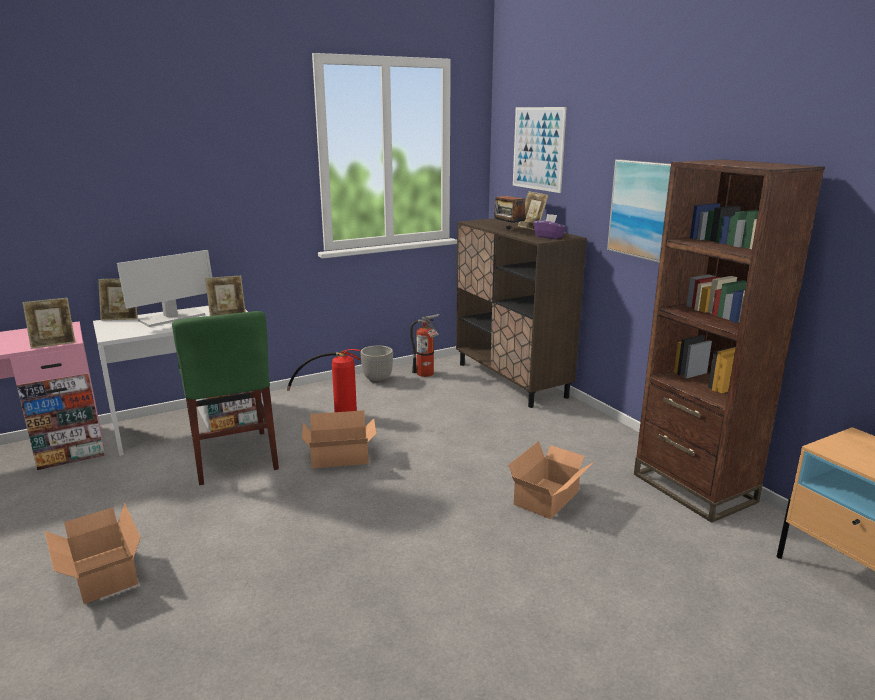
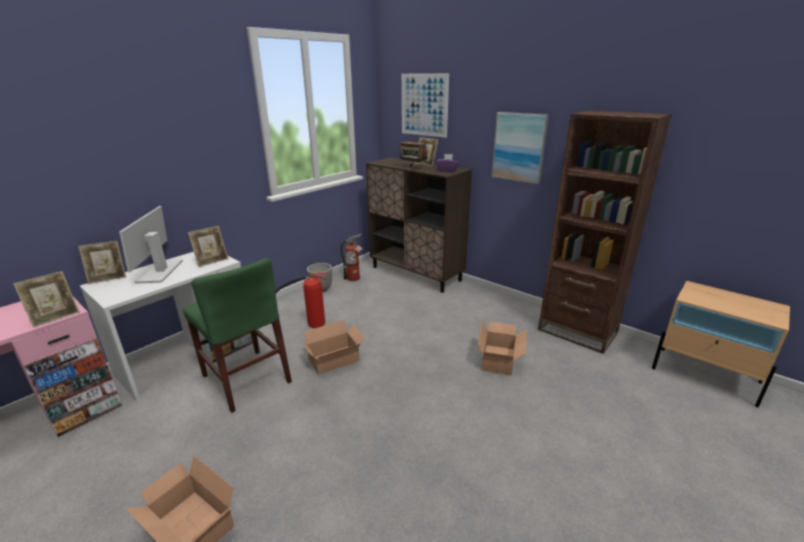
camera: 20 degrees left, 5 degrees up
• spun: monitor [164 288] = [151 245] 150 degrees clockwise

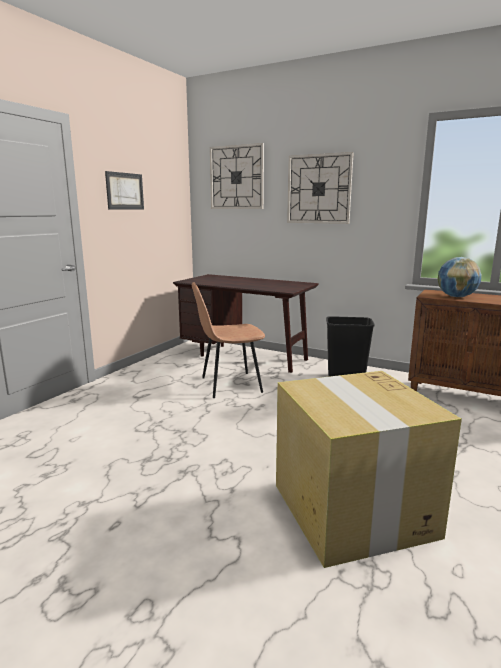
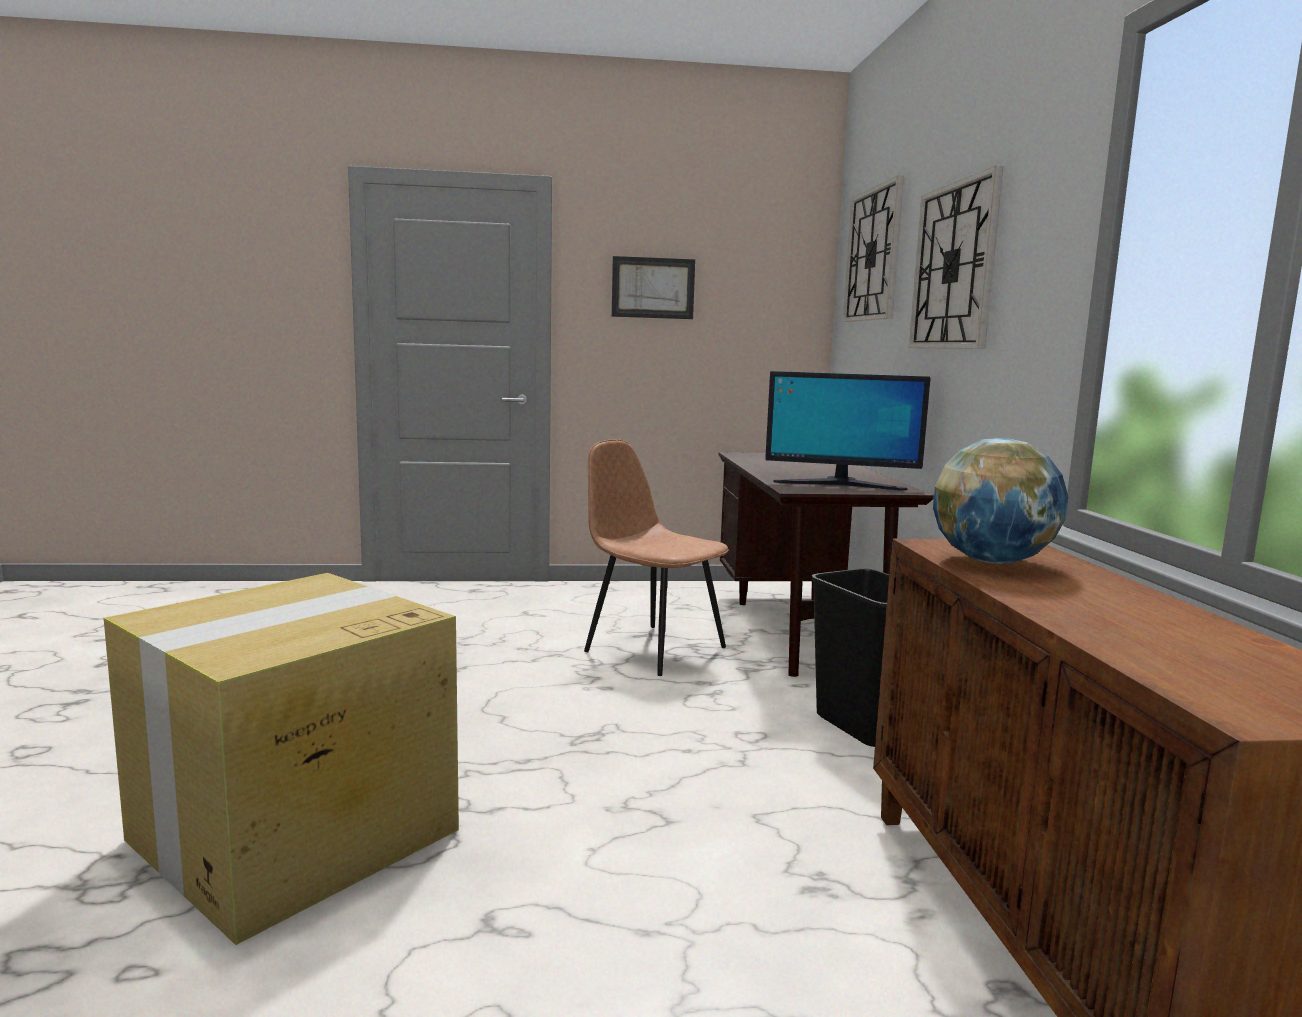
camera: 55 degrees right, 5 degrees down
• appeared: monitor [848 431]

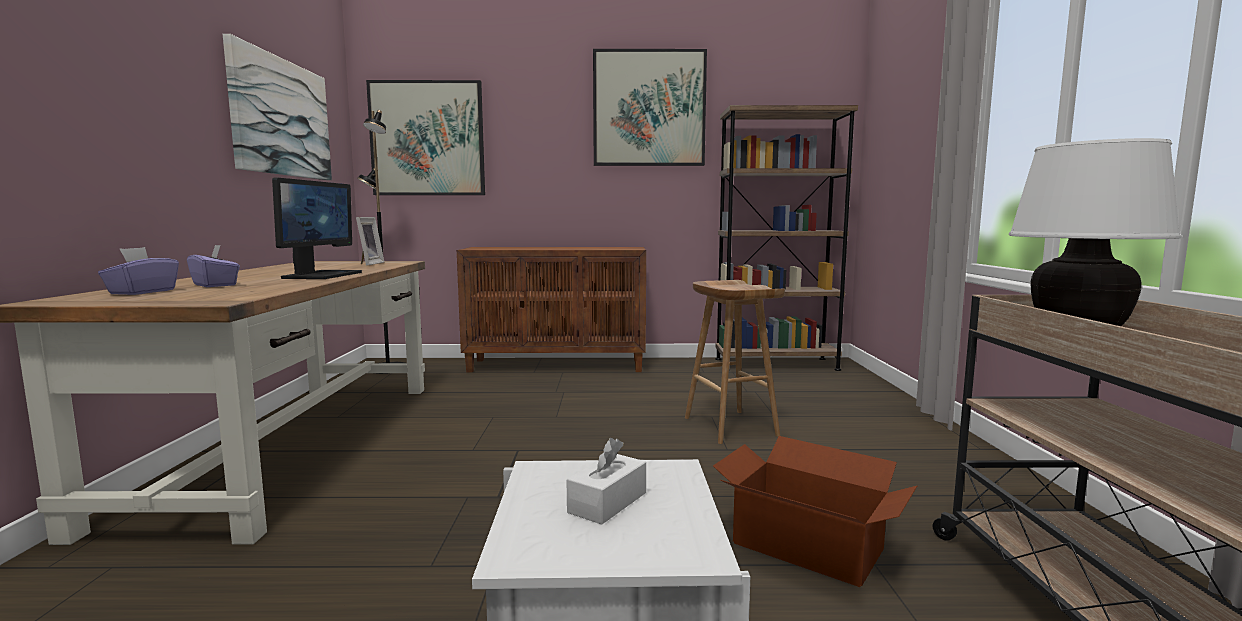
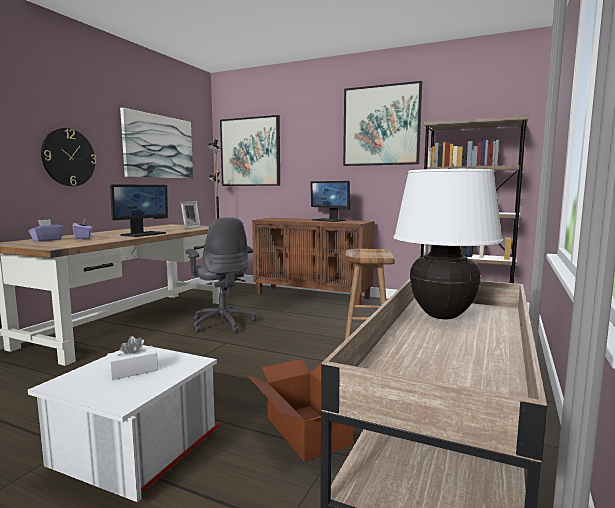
camera: 25 degrees right, 0 degrees up
• appeared: wall clock [68 157]
• appeared: grey office chair [221 275]
• appeared: monitor [330 201]

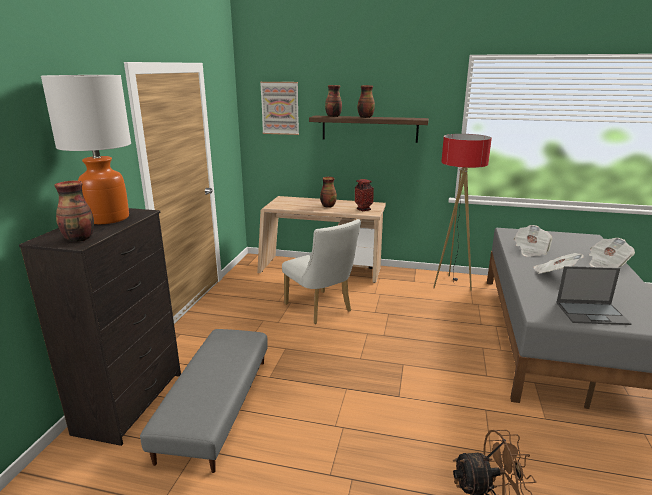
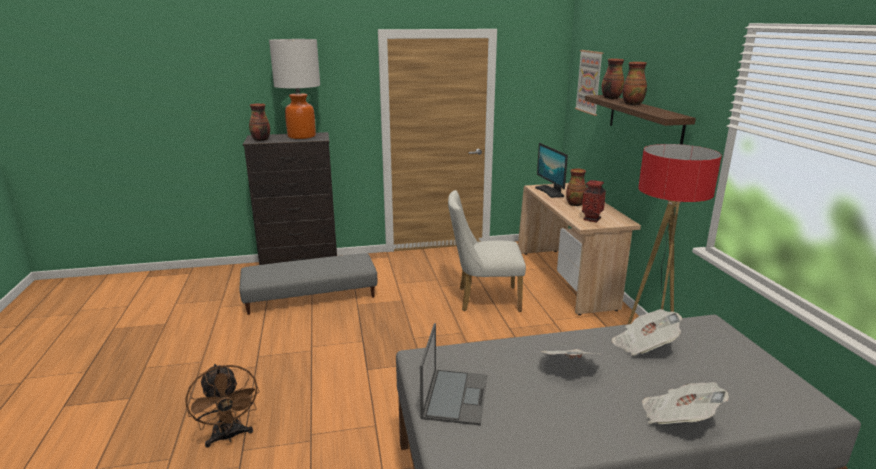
camera: 65 degrees right, 0 degrees up
• appeared: monitor [551 170]
• spun: white chair [321 271] = [487 251] 60 degrees clockwise
• spun: laptop [594 295] = [453 374] 150 degrees counterclockwise

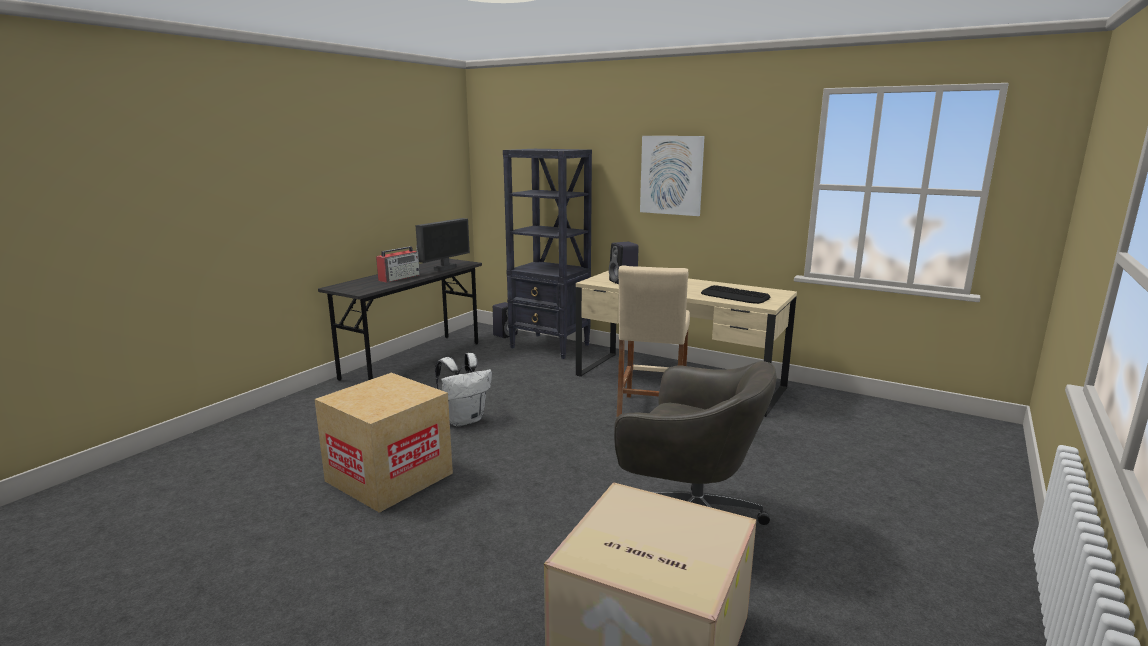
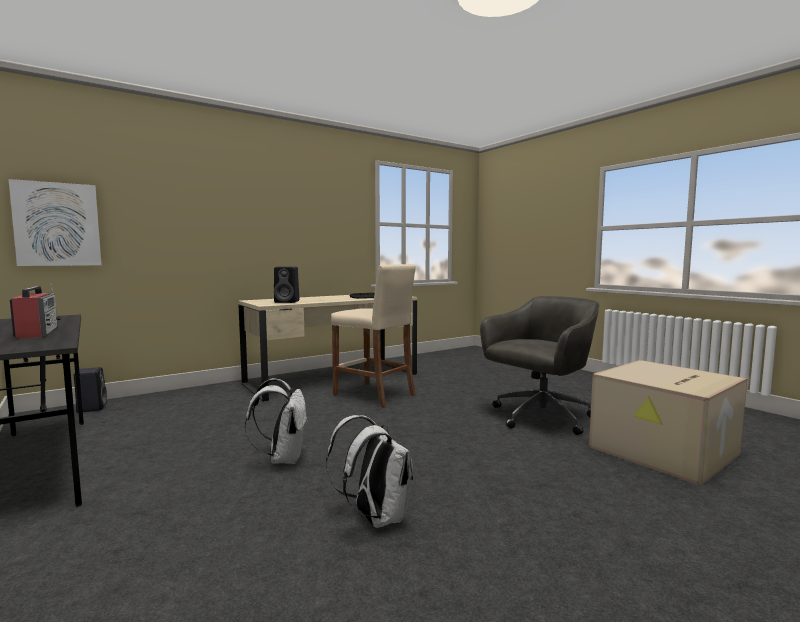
camera: 65 degrees left, 10 degrees down
• missing: monitor [442 244]
• missing: black bookcase [547 254]
• relocated: picture [672 176] to [54 222]
• exchanged: cardboard box [383 443] to white backpack [369 471]

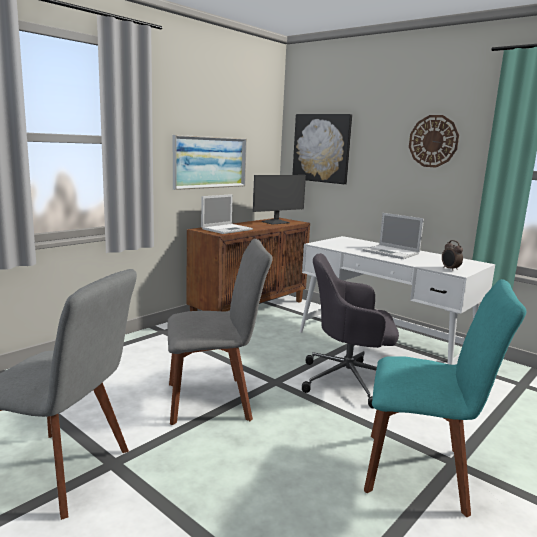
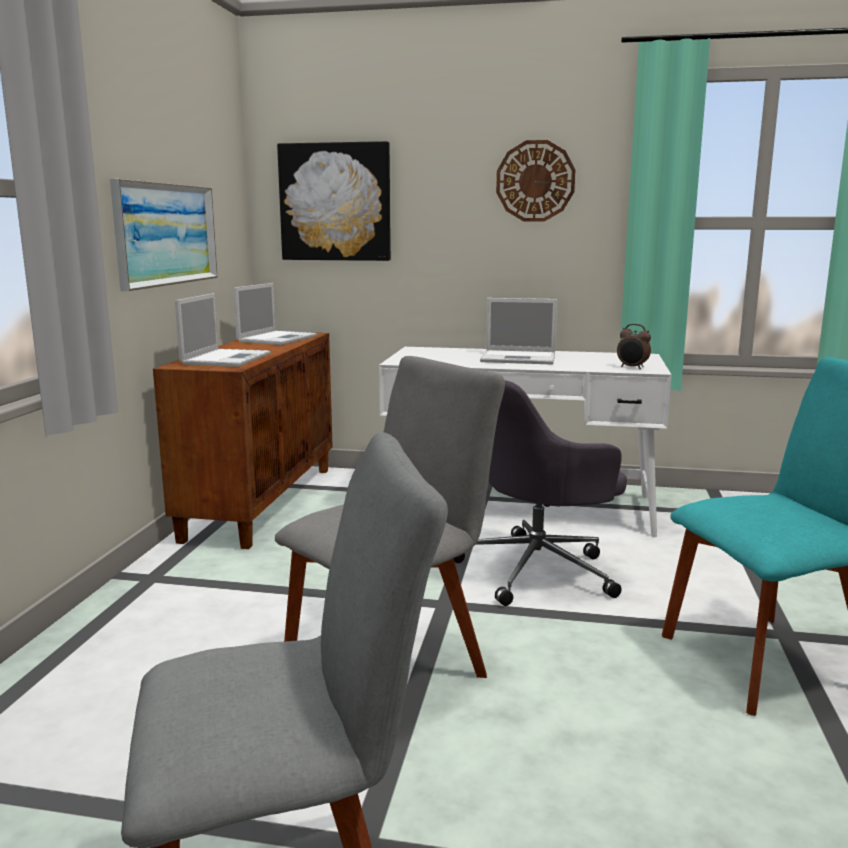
camera: 30 degrees left, 0 degrees up
• exchanged: monitor [279 200] to laptop [275 314]

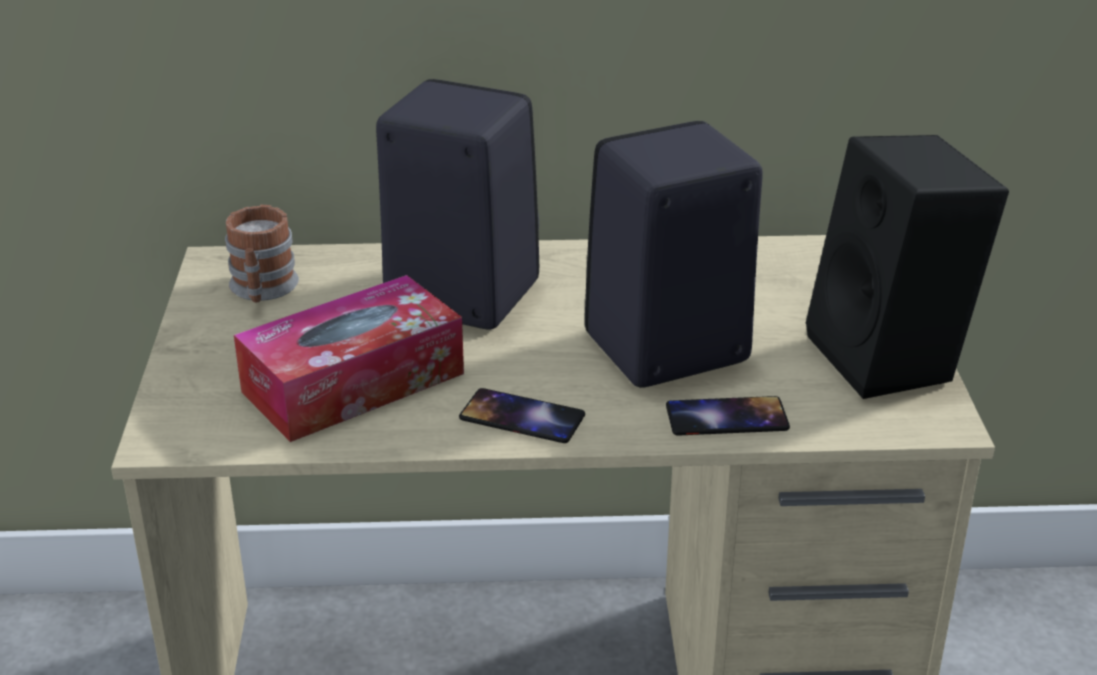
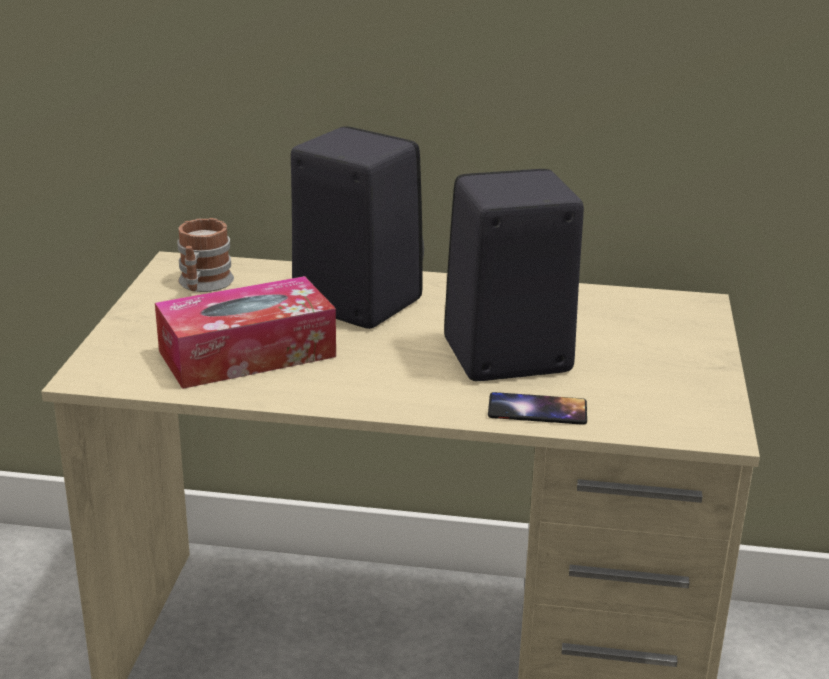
camera: 10 degrees right, 5 degrees down
• missing: phone [522 415]
• missing: black speaker [907 267]

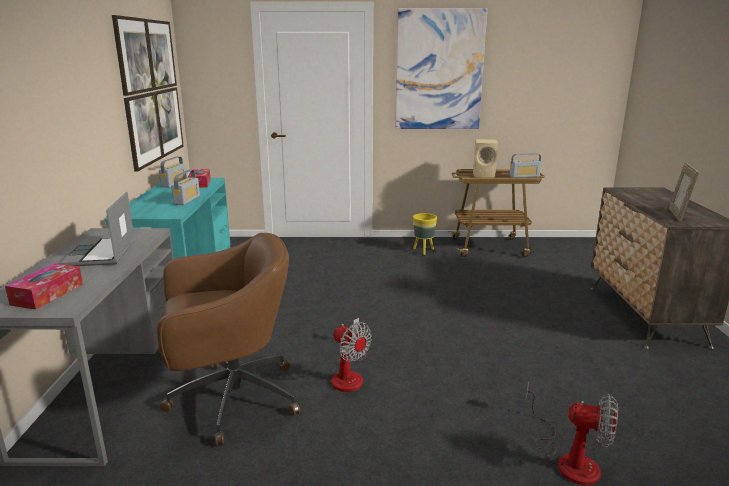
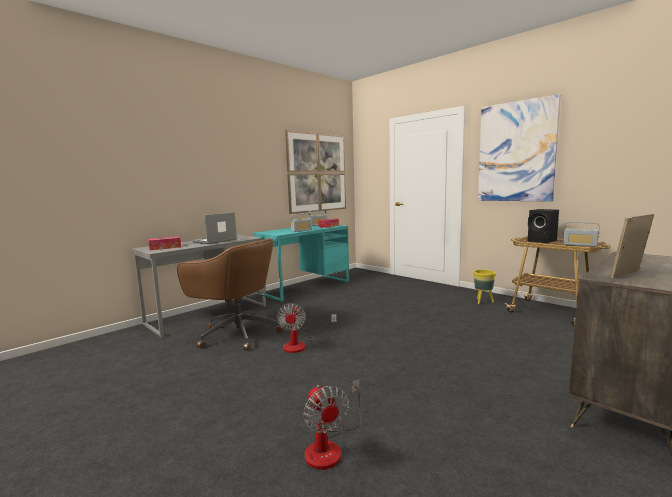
camera: 45 degrees right, 10 degrees down
• colour: beige speaker [485 158] to black speaker [543 226]

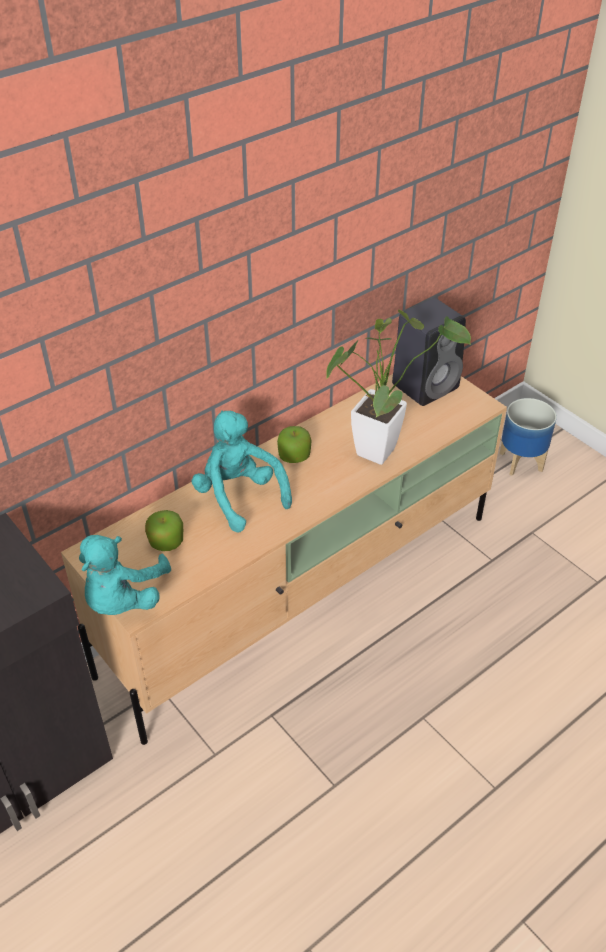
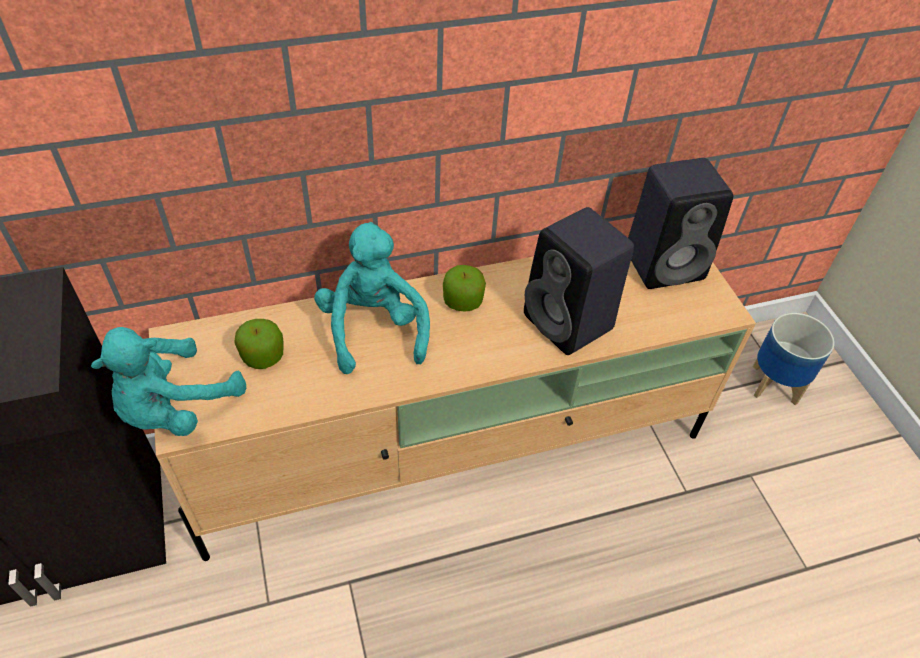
camera: 20 degrees right, 5 degrees up
• exchanged: potted plant [398 387] to black speaker [579 281]

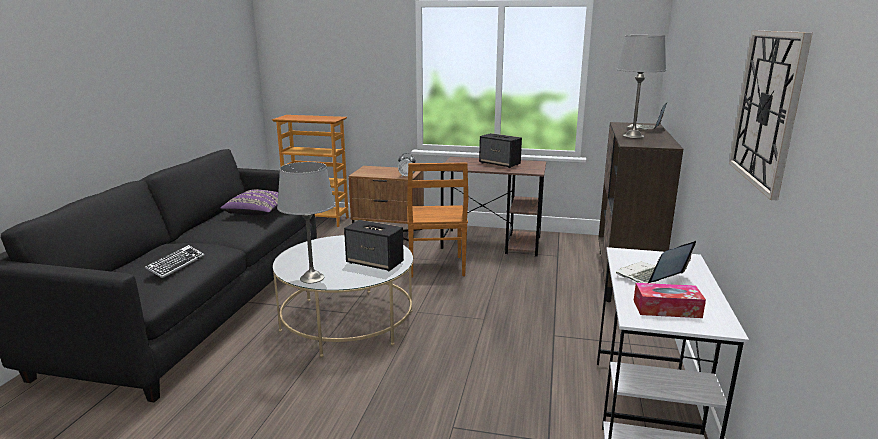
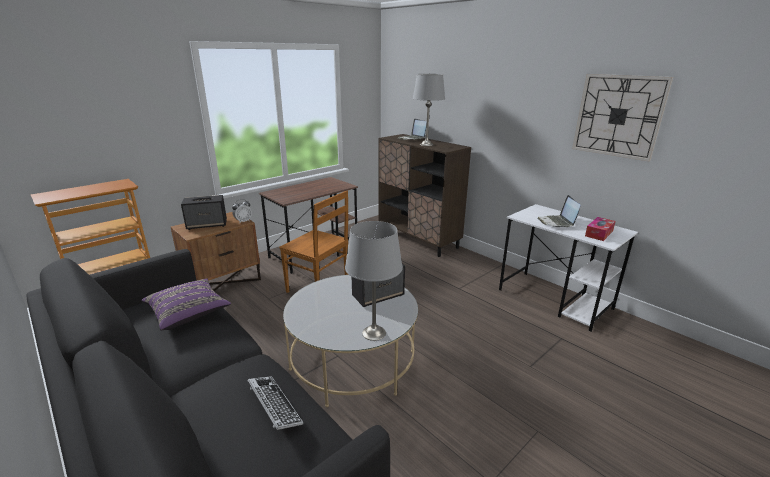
camera: 55 degrees left, 5 degrees up
• relocated: speaker [500 150] to [204 212]

